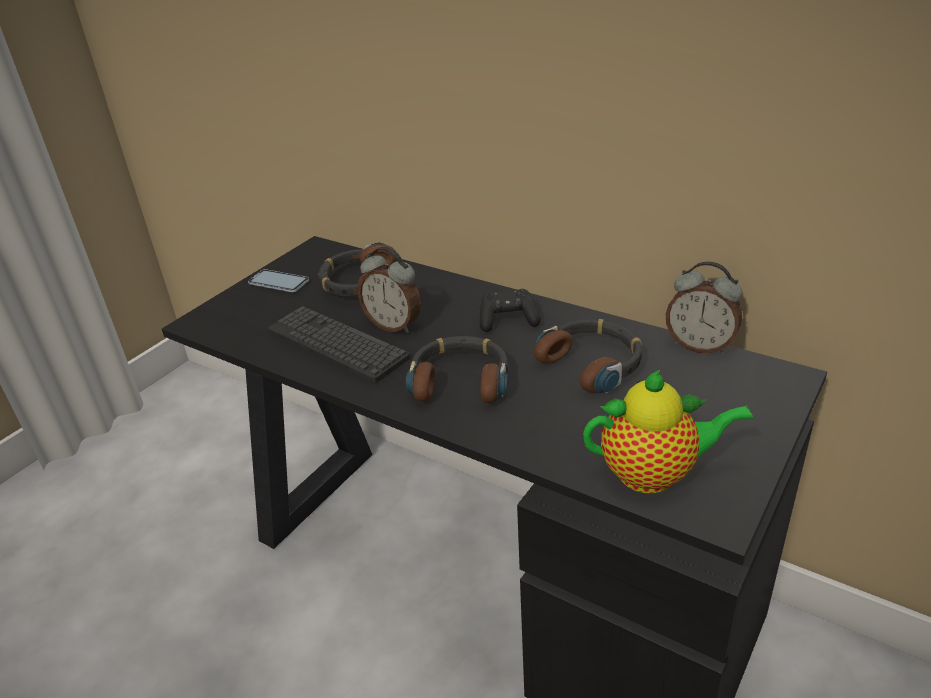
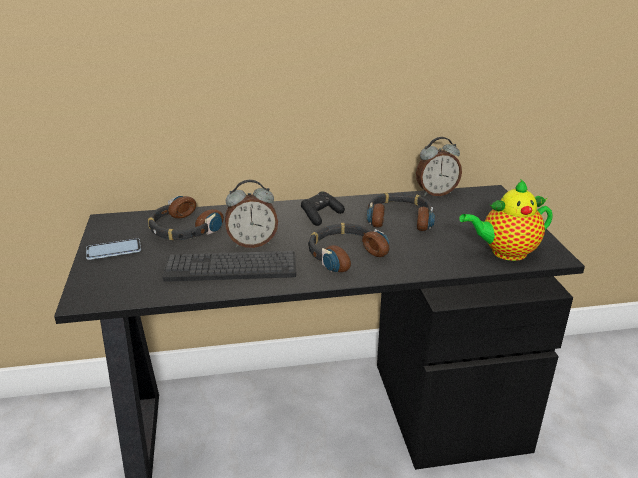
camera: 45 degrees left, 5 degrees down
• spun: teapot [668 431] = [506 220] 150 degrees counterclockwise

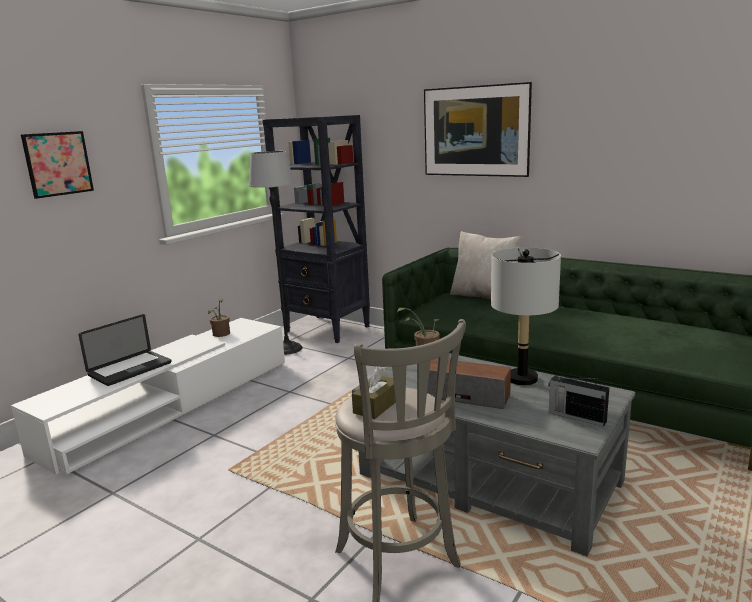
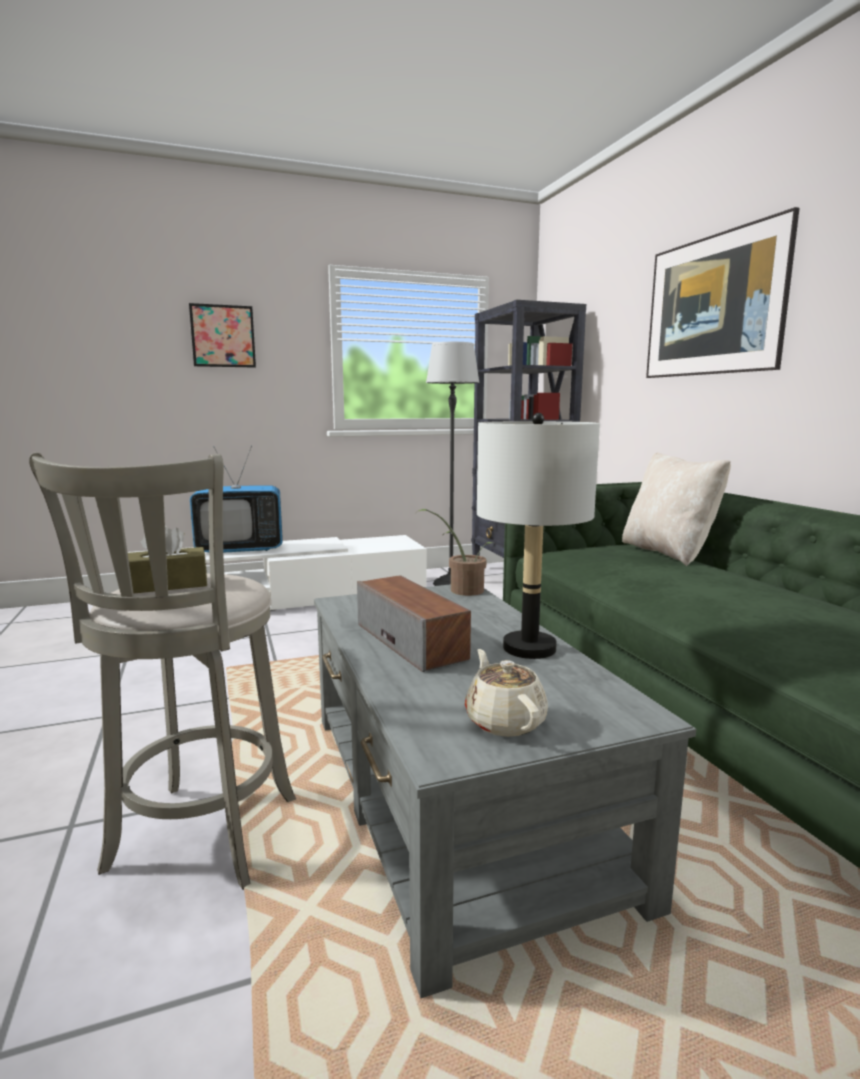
camera: 35 degrees right, 5 degrees down
• missing: potted plant [219 318]
• exchanged: laptop [124 350] to television [236 499]
• exchanged: radio [578 401] to beige teapot [506 693]

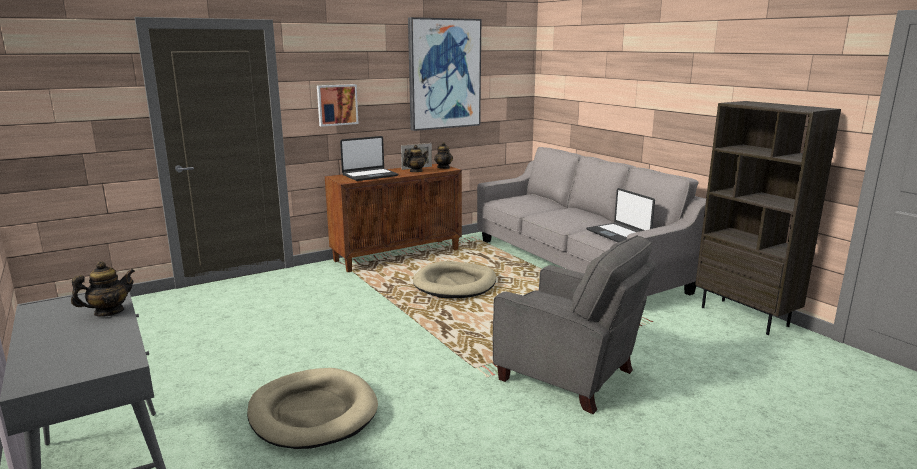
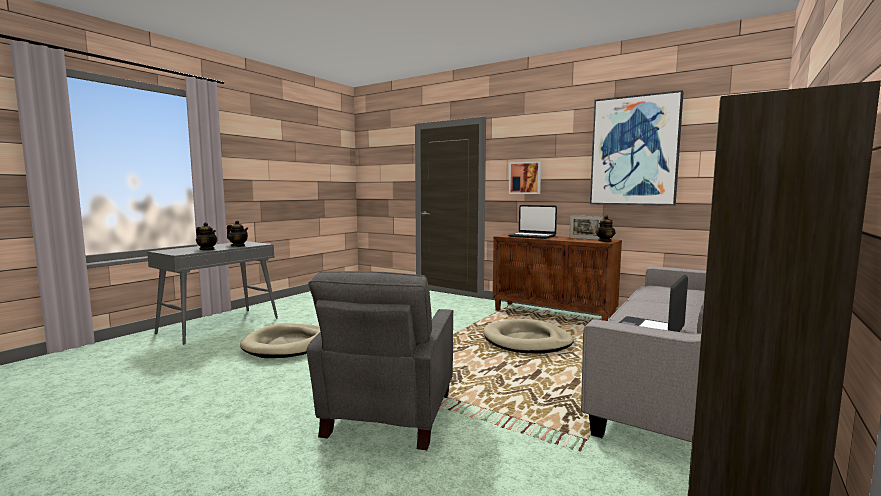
camera: 65 degrees right, 10 degrees down
• relocated: teapot [415 158] to [206 236]

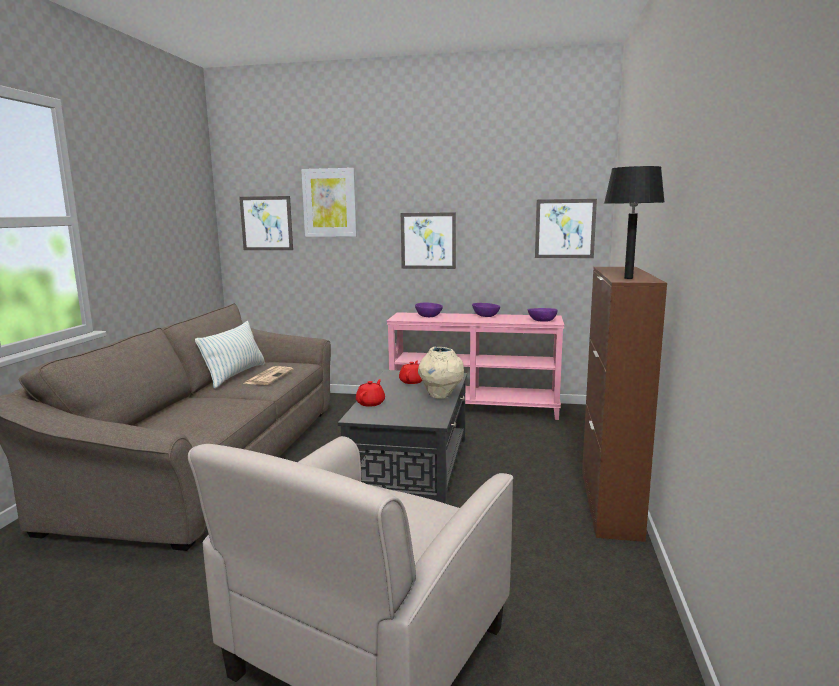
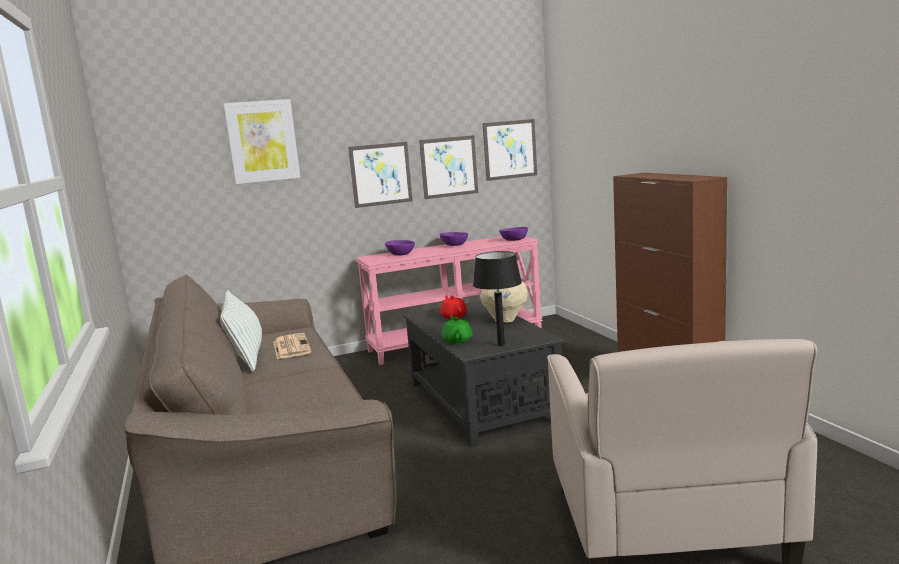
camera: 30 degrees left, 0 degrees up
• relocated: picture [266 223] to [448 167]
• relocated: black table lamp [634 222] to [497 298]
• colour: red teapot [370 393] to green teapot [457 330]

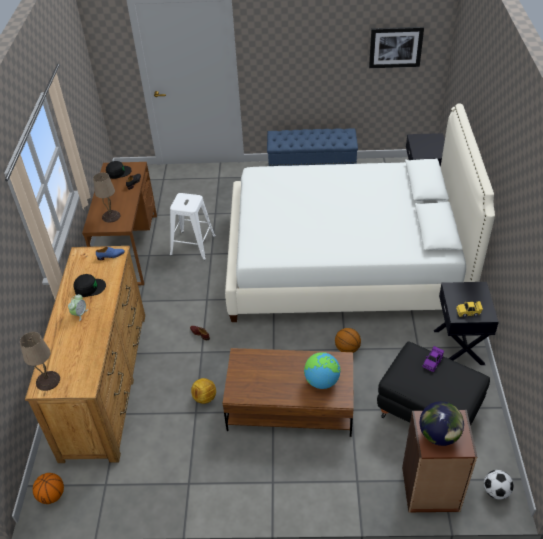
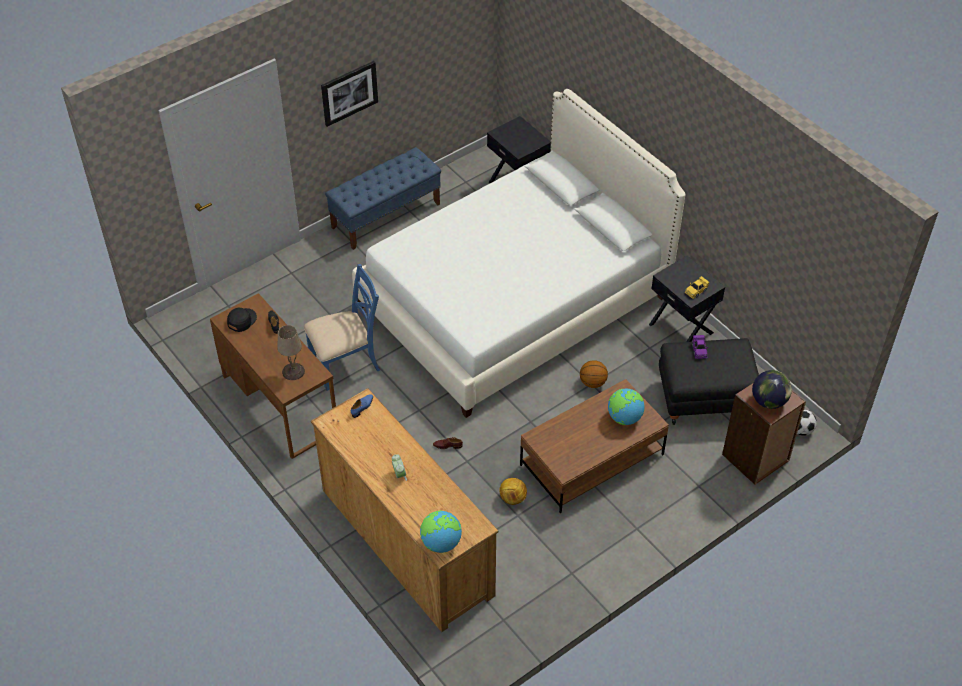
camera: 40 degrees left, 5 degrees up
• missing: basketball [48 488]
• missing: black cap [90 285]
• relocated: picture [396 47] to [349 94]
• exchanged: beige table lamp [40 361] to globe [441 532]
• exchanged: white stool [193 226] to blue chair [342 327]

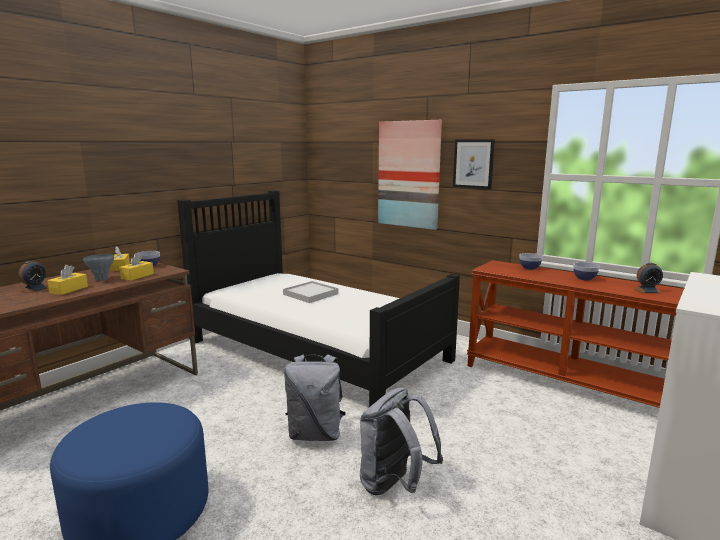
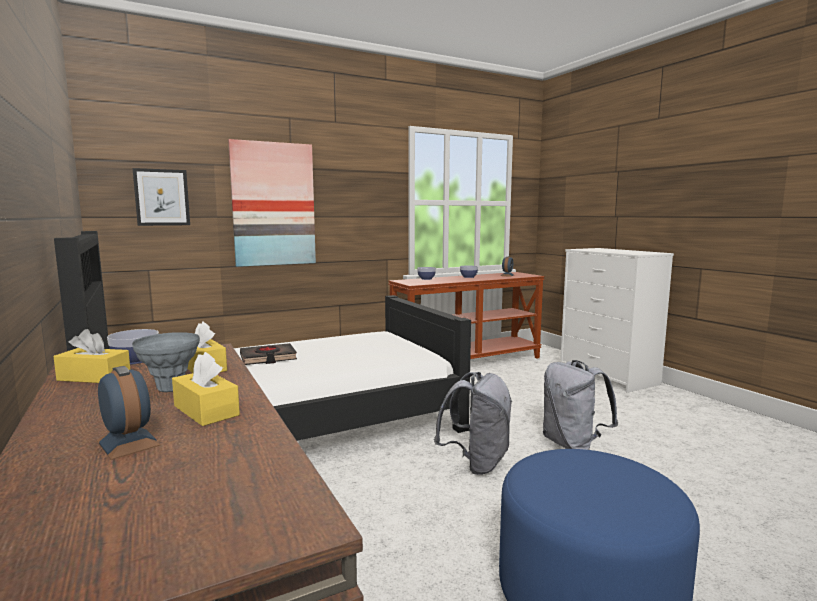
camera: 65 degrees left, 5 degrees down
• relocated: picture [474 164] to [161 197]
• exchanged: white tray [310 292] to black book [268 354]

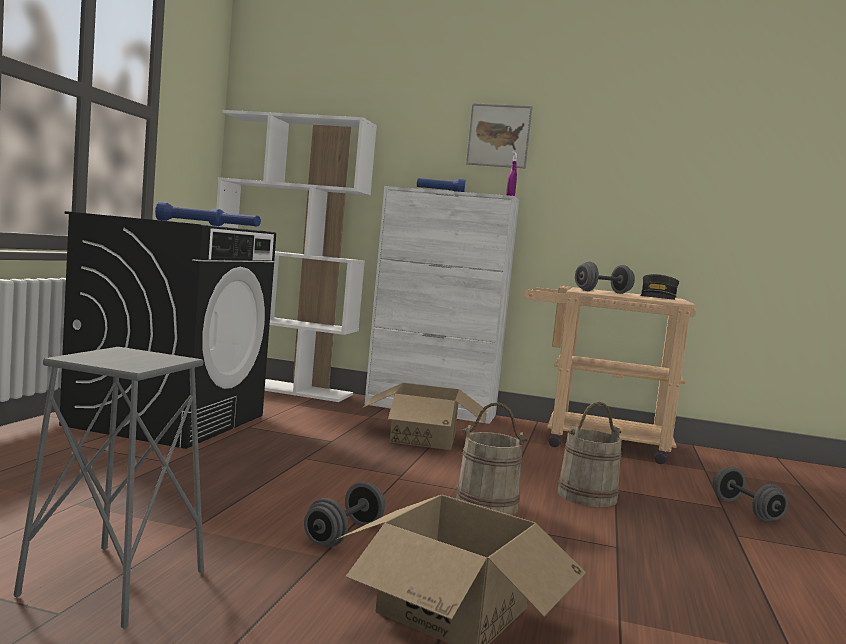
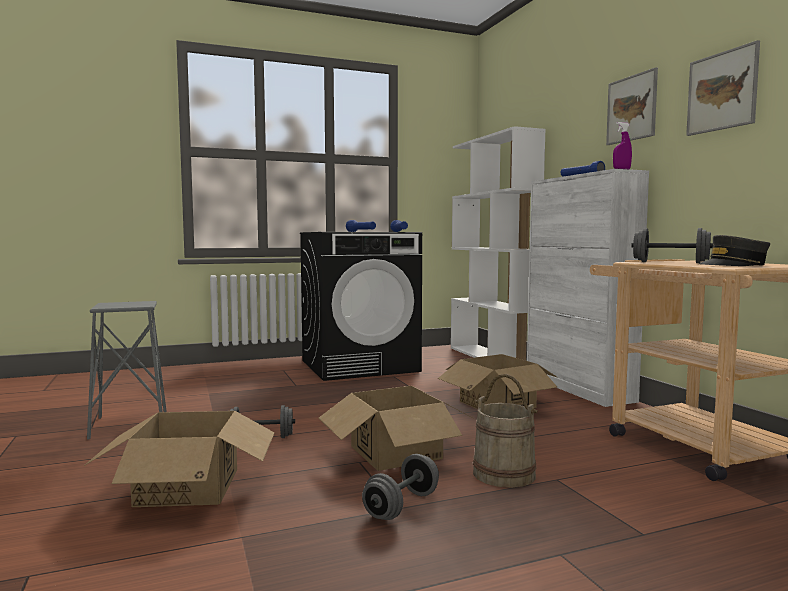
camera: 55 degrees right, 0 degrees up
• appeared: picture [723 88]
• relocated: grey dumbbell [750 494] to [400 487]
• exchanged: beige bucket [492 458] to cardboard box [396 428]

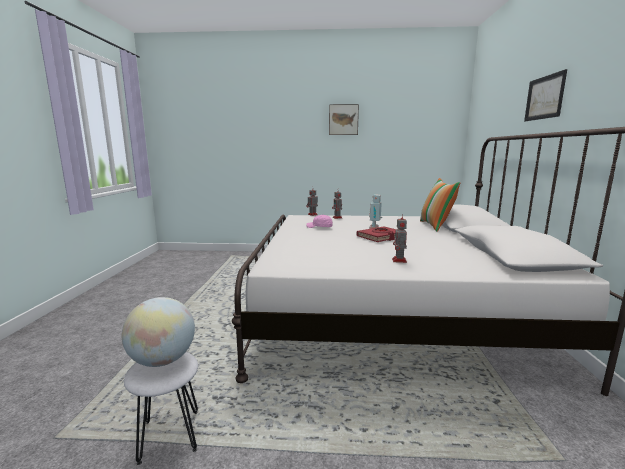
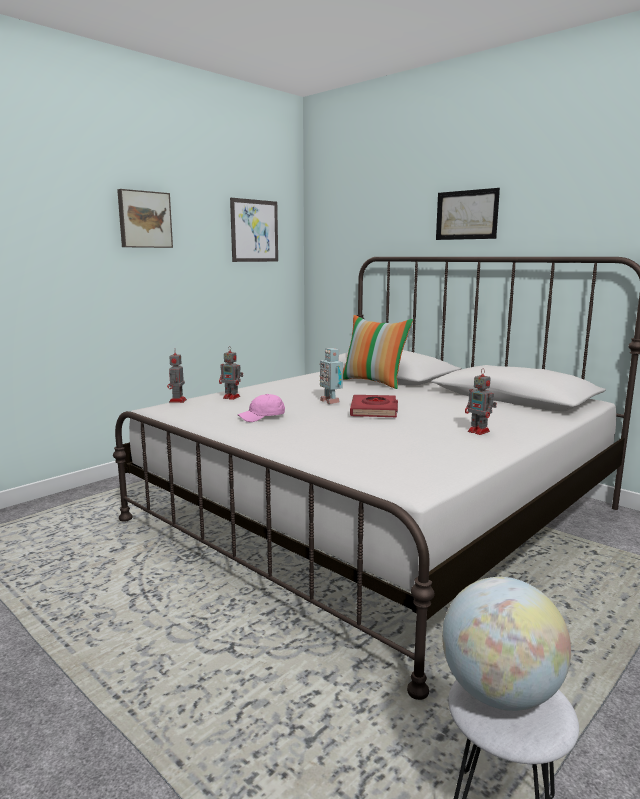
camera: 50 degrees left, 0 degrees up
• appeared: picture [254 230]

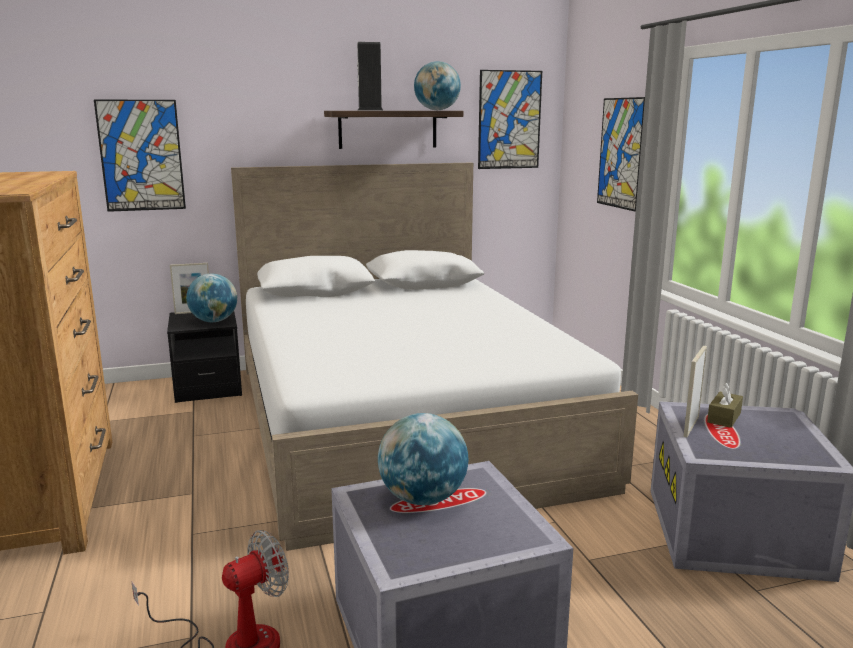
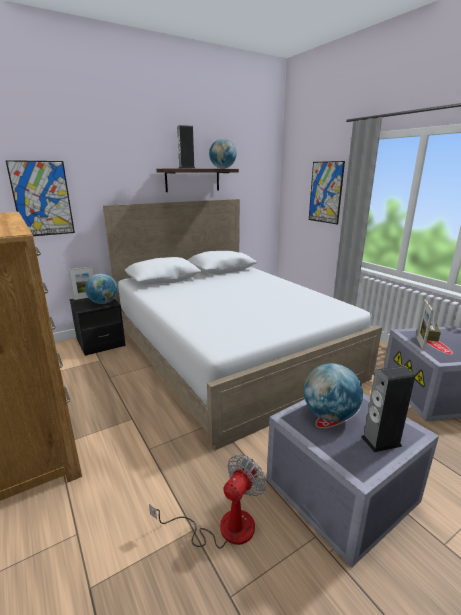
camera: 15 degrees left, 5 degrees up
• missing: picture [510 119]
• appeared: speaker [388 408]

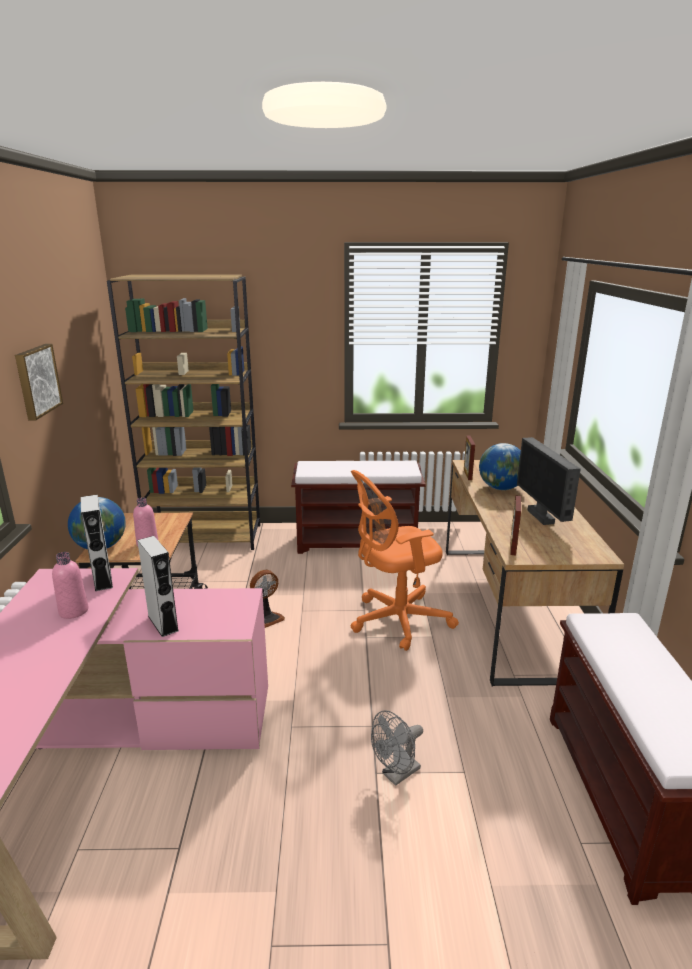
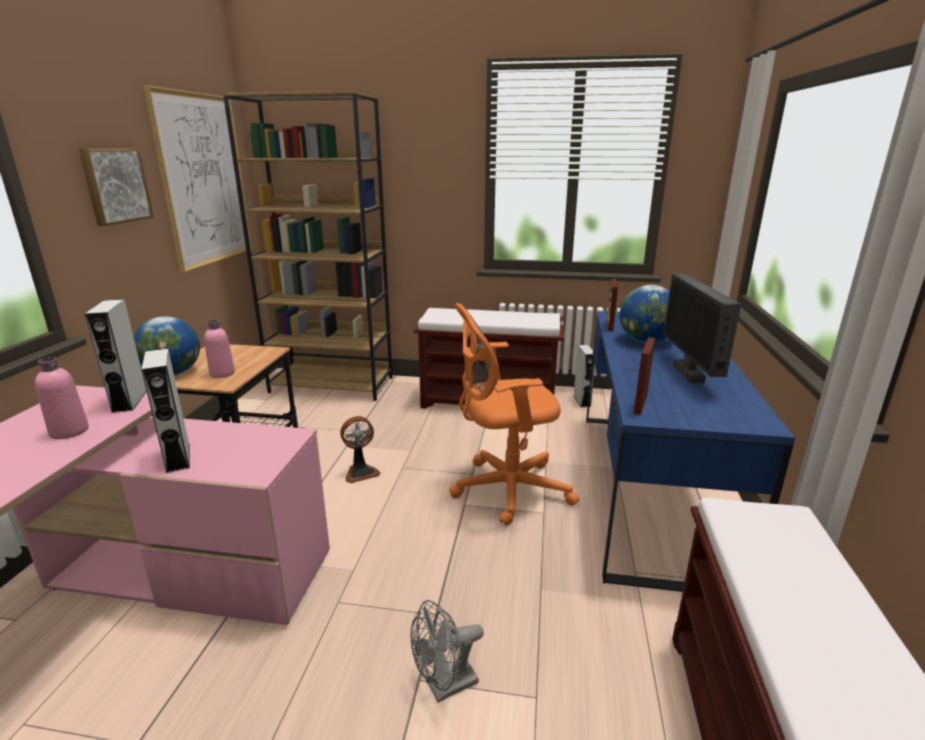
camera: 10 degrees right, 0 degrees up
• appeared: picture [197 179]
• appeared: grey speaker [584 376]
• colour: brown desk [535 573] to blue desk [690 451]

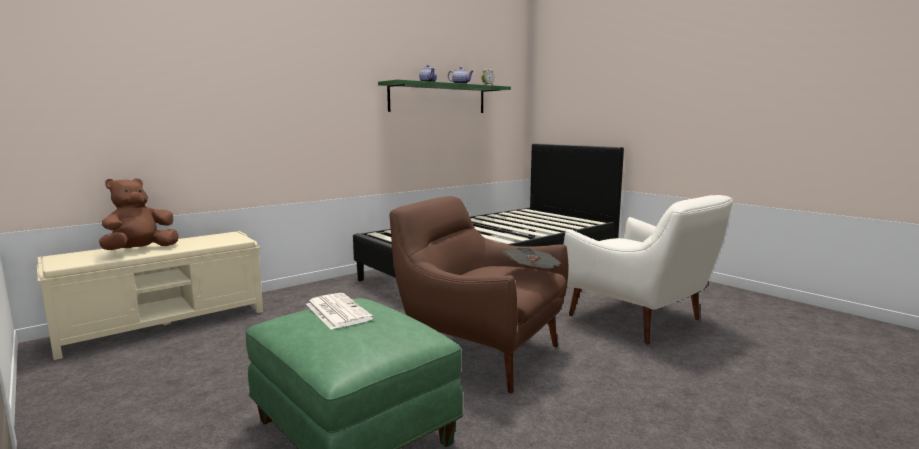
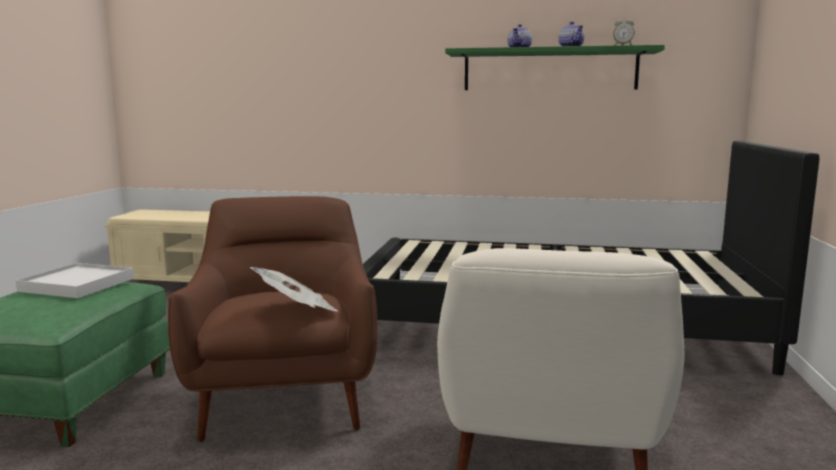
camera: 50 degrees right, 0 degrees up
• missing: brown plush toy [139 214]
• exchanged: newspaper [340 311] to white tray [75 280]

